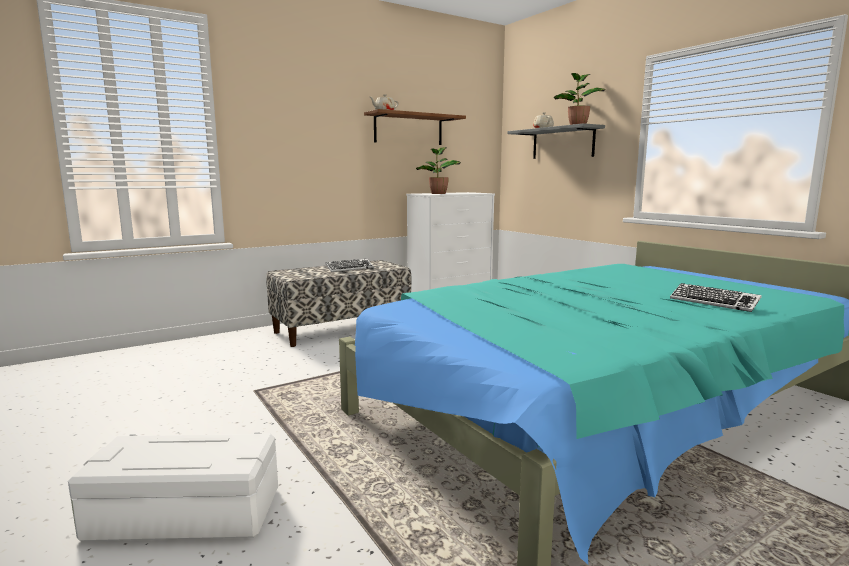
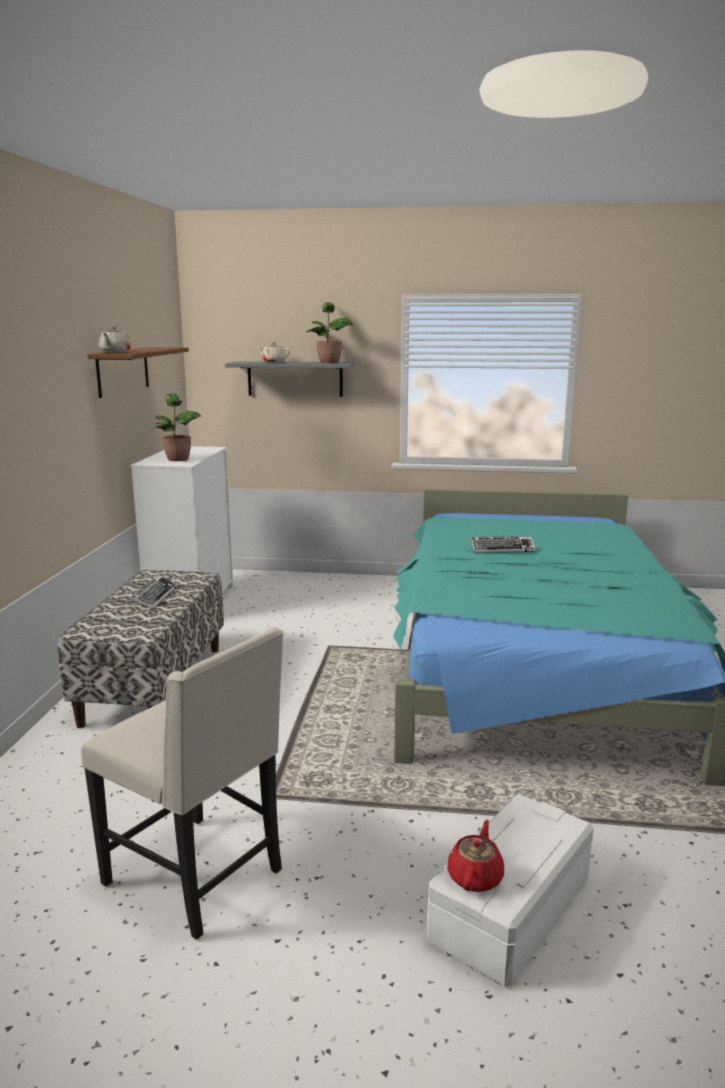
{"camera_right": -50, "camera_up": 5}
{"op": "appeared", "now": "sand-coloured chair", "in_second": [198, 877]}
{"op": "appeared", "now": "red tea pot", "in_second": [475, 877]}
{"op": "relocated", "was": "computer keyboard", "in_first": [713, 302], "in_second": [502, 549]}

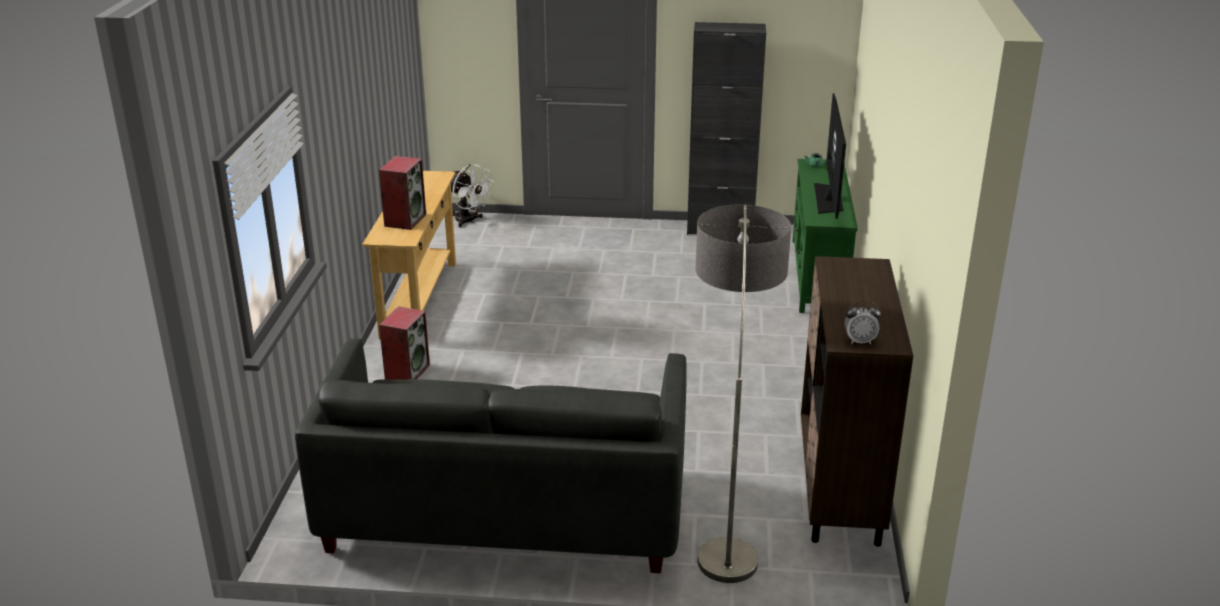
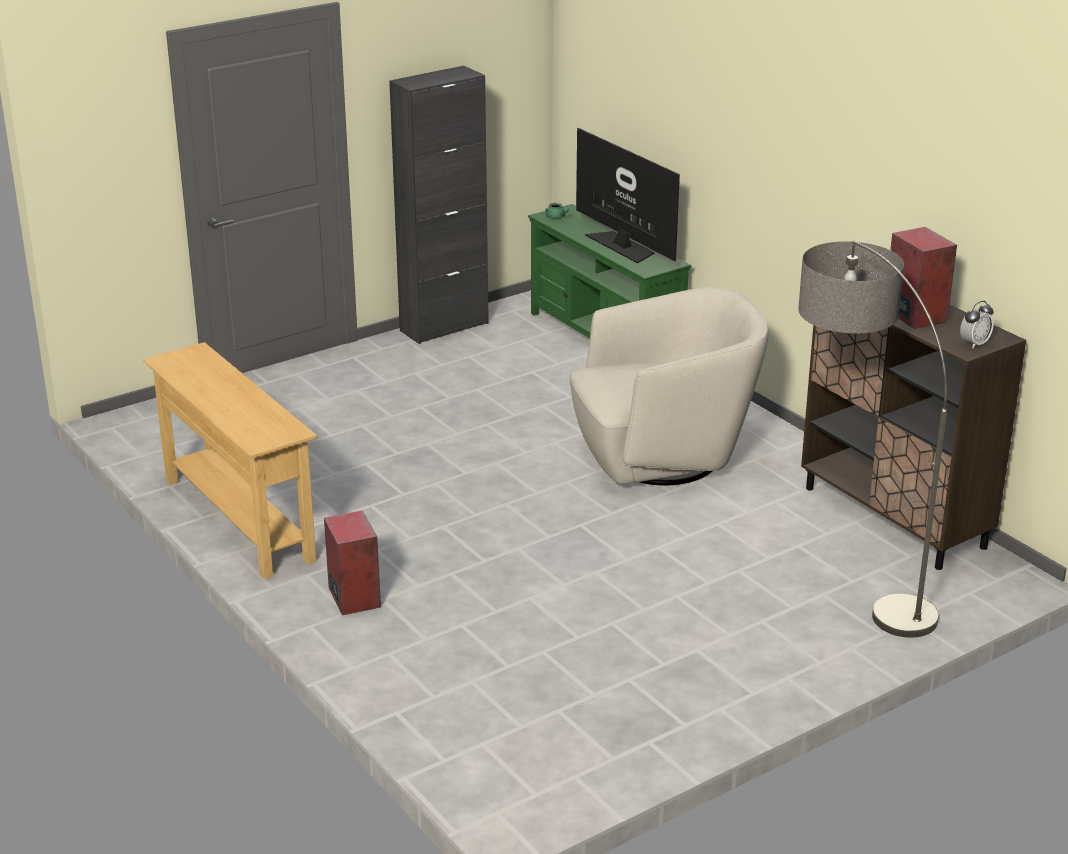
{"camera_right": -40, "camera_up": 0}
{"op": "appeared", "now": "sand-coloured lounge chair", "in_second": [664, 456]}
{"op": "relocated", "was": "speaker", "in_first": [405, 220], "in_second": [914, 315]}
{"op": "missing", "was": "gray settee", "in_first": [504, 509]}
{"op": "missing", "was": "whitish electric fan", "in_first": [469, 221]}

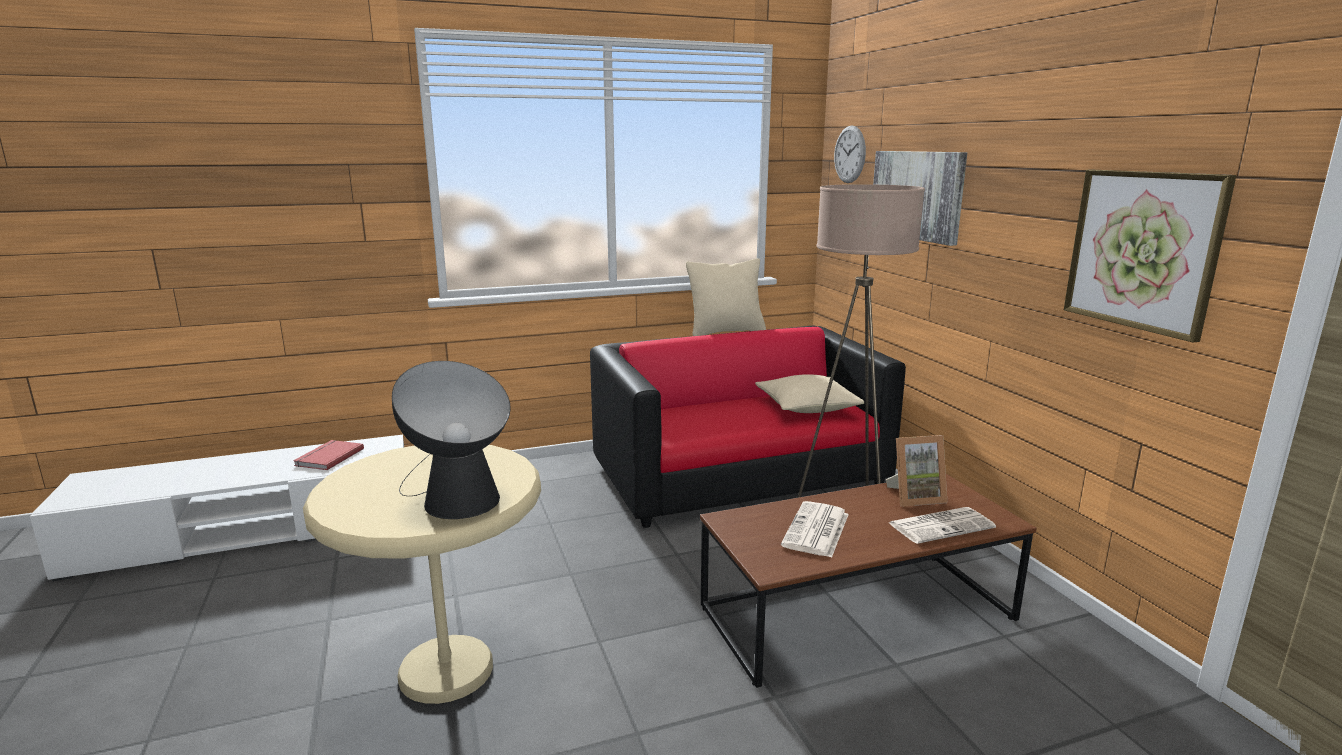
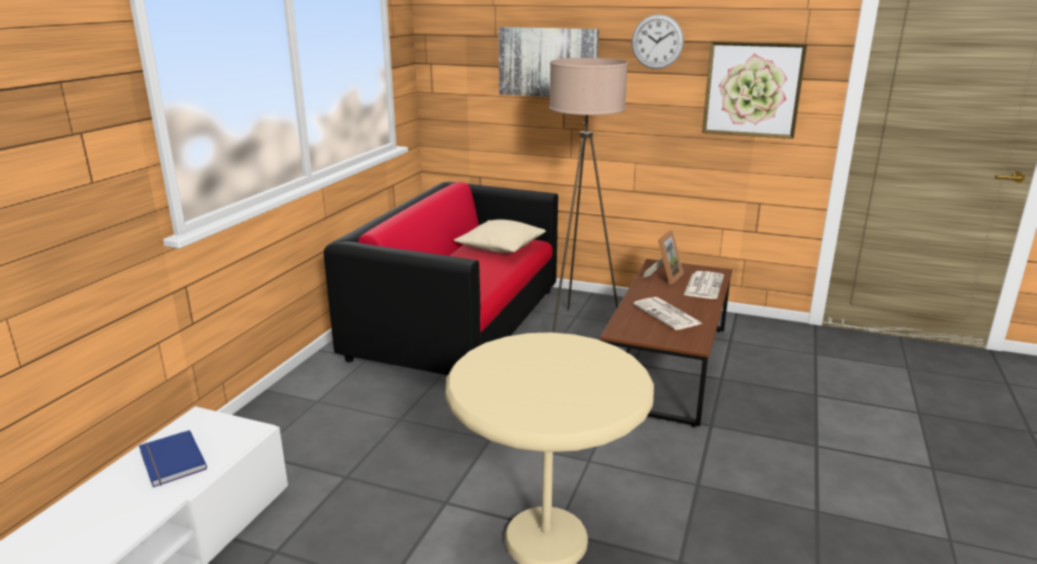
{"camera_right": -50, "camera_up": 5}
{"op": "colour", "was": "red book", "now": "blue book", "in_first": [328, 457], "in_second": [170, 461]}
{"op": "relocated", "was": "hanging clock", "in_first": [849, 154], "in_second": [657, 41]}
{"op": "missing", "was": "tabletop lamp", "in_first": [455, 497]}
{"op": "missing", "was": "sand-coloured throw pillow", "in_first": [726, 332]}

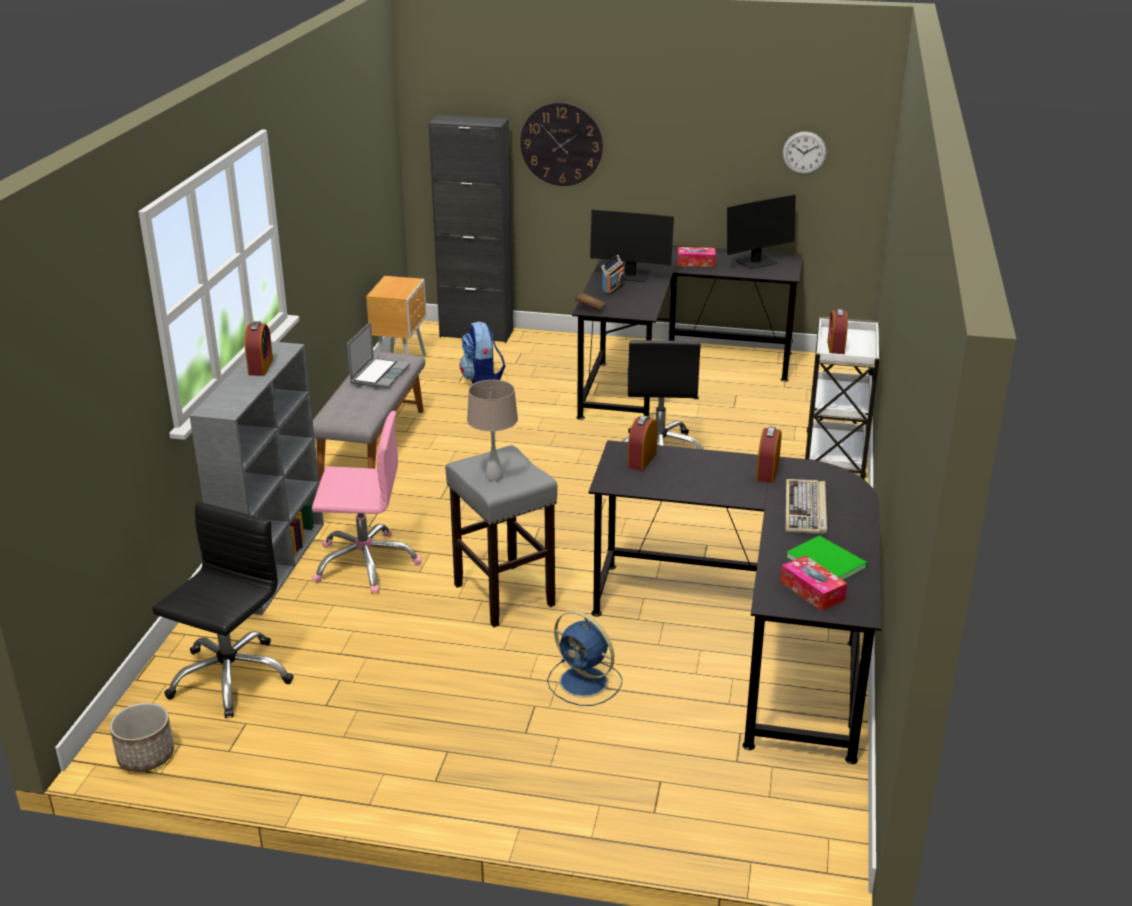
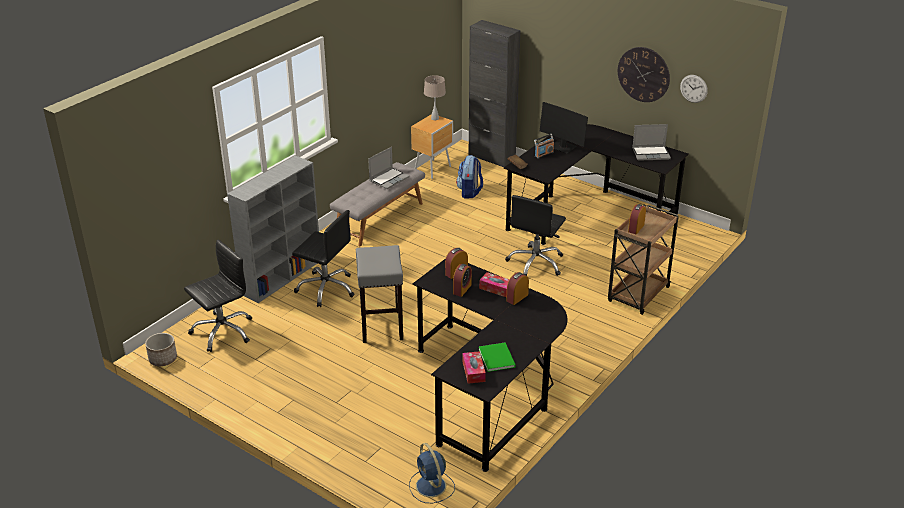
{"camera_right": 25, "camera_up": 5}
{"op": "colour", "was": "pink desk chair", "now": "blackish desk chair", "in_first": [365, 563], "in_second": [326, 288]}
{"op": "relocated", "was": "blue electric fan", "in_first": [585, 683], "in_second": [431, 487]}
{"op": "relocated", "was": "sand-coloured tabletop lamp", "in_first": [493, 476], "in_second": [434, 118]}
{"op": "relocated", "was": "table clock", "in_first": [260, 367], "in_second": [462, 289]}
{"op": "relocated", "was": "tissue holder", "in_first": [695, 262], "in_second": [496, 288]}
{"op": "colour", "was": "whitish wheeled cart", "now": "brown wheeled cart", "in_first": [834, 458], "in_second": [638, 295]}
{"op": "relocated", "was": "hanging clock", "in_first": [561, 144], "in_second": [643, 74]}
{"op": "exchanged", "was": "computer screen", "now": "portable computer", "in_first": [756, 262], "in_second": [651, 154]}
{"op": "missing", "was": "computer keyboard", "in_first": [806, 510]}

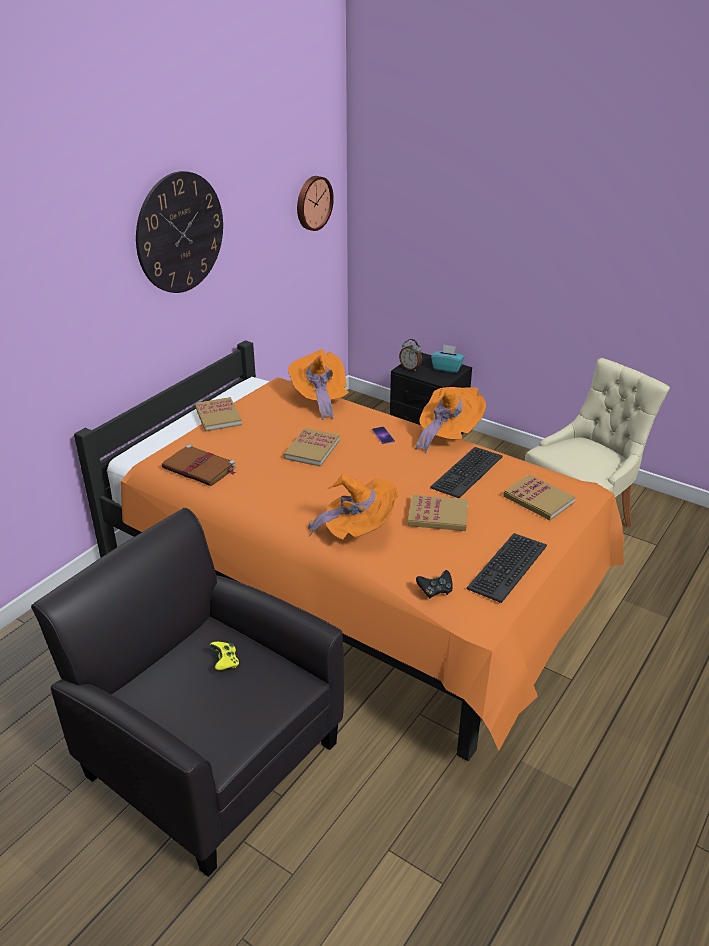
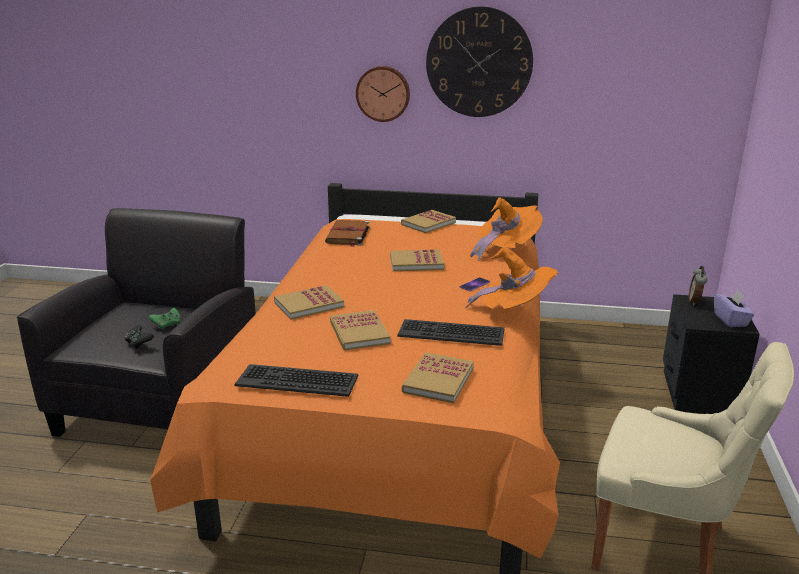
{"camera_right": 65, "camera_up": -10}
{"op": "relocated", "was": "blackish joypad", "in_first": [435, 591], "in_second": [139, 343]}
{"op": "colour", "was": "yellow joypad", "now": "green-coloured joypad", "in_first": [225, 662], "in_second": [167, 325]}
{"op": "exchanged", "was": "orangey hat", "now": "book", "in_first": [358, 530], "in_second": [309, 305]}
{"op": "relocated", "was": "hanging clock", "in_first": [312, 203], "in_second": [383, 93]}
{"op": "colour", "was": "blue-green tissue holder", "now": "purple-coloured tissue holder", "in_first": [447, 368], "in_second": [731, 320]}

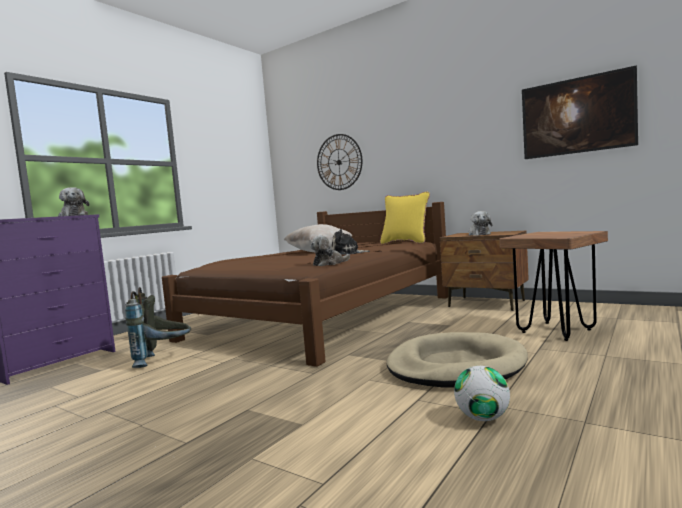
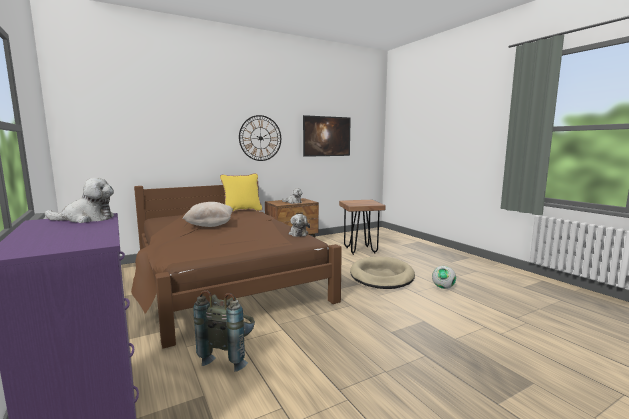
{"camera_right": -65, "camera_up": 5}
{"op": "relocated", "was": "hanging clock", "in_first": [339, 162], "in_second": [260, 138]}
{"op": "missing", "was": "soft toy", "in_first": [347, 253]}

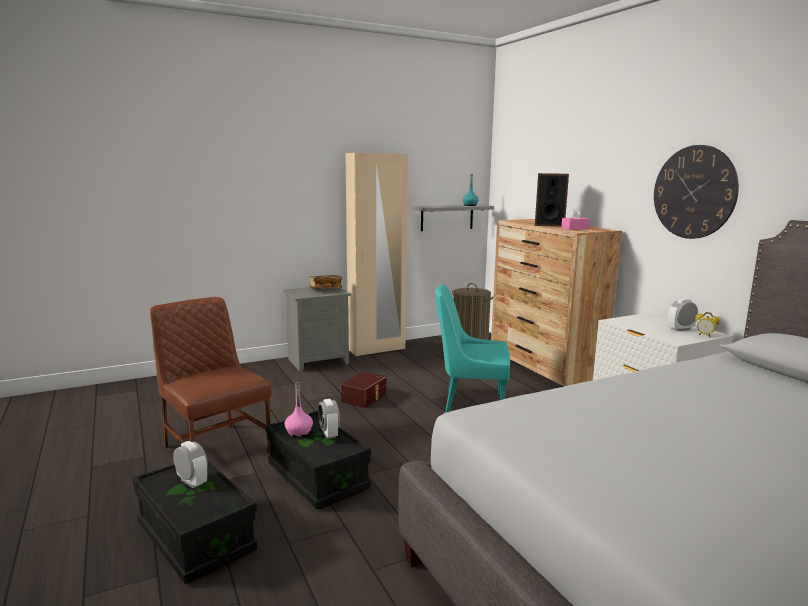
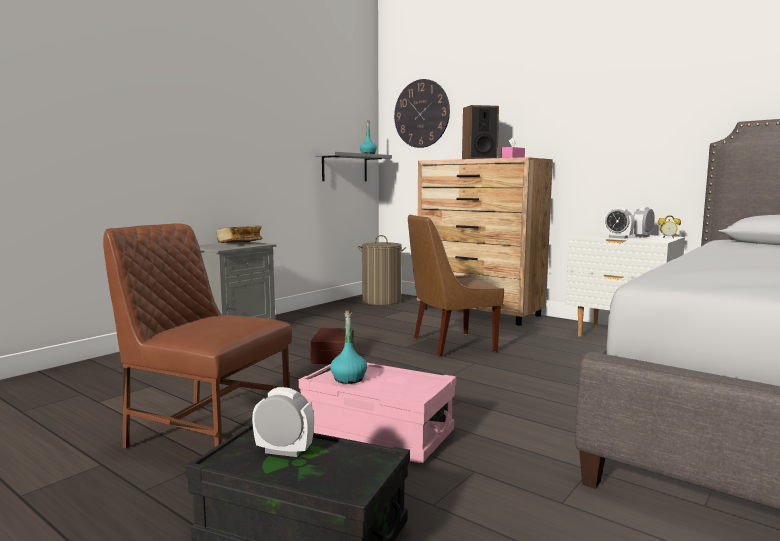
{"camera_right": -25, "camera_up": -5}
{"op": "colour", "was": "blackish storage container", "now": "pink storage container", "in_first": [317, 477], "in_second": [378, 434]}
{"op": "colour", "was": "pink beverage bottle", "now": "blue-green beverage bottle", "in_first": [299, 432], "in_second": [348, 379]}
{"op": "relocated", "was": "hanging clock", "in_first": [694, 192], "in_second": [421, 113]}
{"op": "colour", "was": "blue-green chair", "now": "brown chair", "in_first": [470, 404], "in_second": [450, 344]}
{"op": "relocated", "was": "table clock", "in_first": [329, 434], "in_second": [618, 237]}
{"op": "missing", "was": "sand-coloured clothes cupboard", "in_first": [377, 349]}

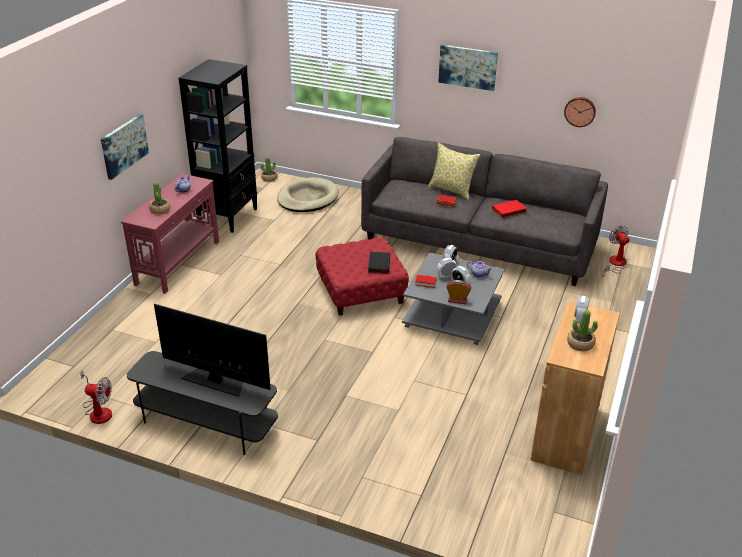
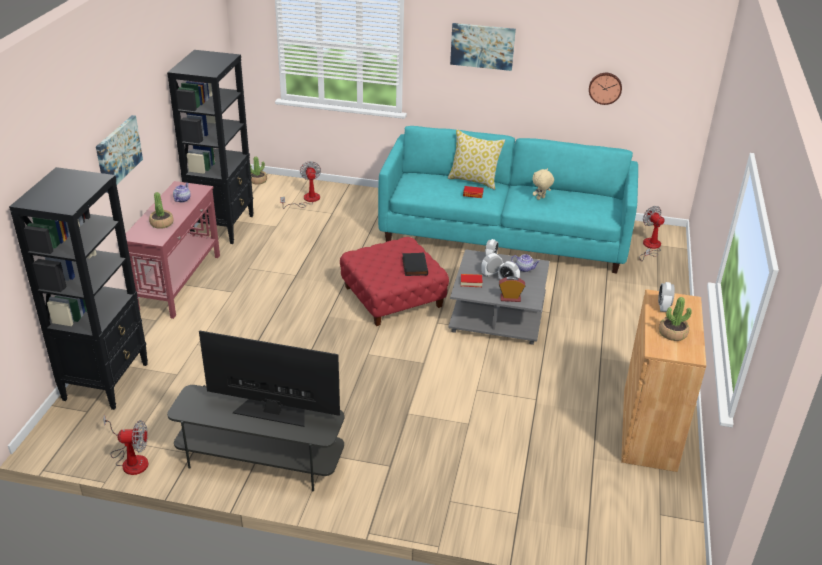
{"camera_right": -10, "camera_up": 0}
{"op": "appeared", "now": "blackish shelving unit", "in_second": [106, 381]}
{"op": "exchanged", "was": "sand-coloured pet bed", "now": "electric fan", "in_first": [307, 198], "in_second": [307, 200]}
{"op": "colour", "was": "gray settee", "now": "blue-green settee", "in_first": [478, 242], "in_second": [504, 234]}
{"op": "exchanged", "was": "red book", "now": "sand-coloured soft toy", "in_first": [509, 211], "in_second": [540, 198]}

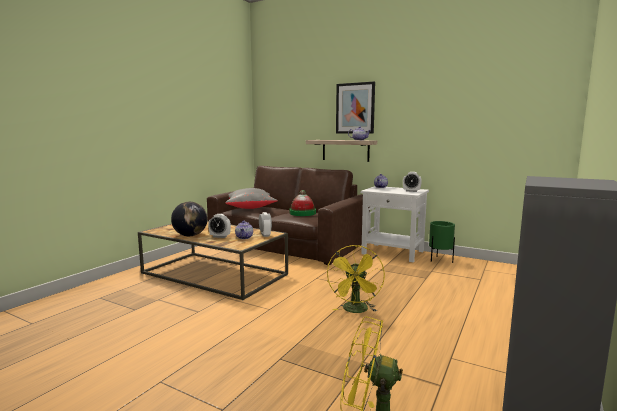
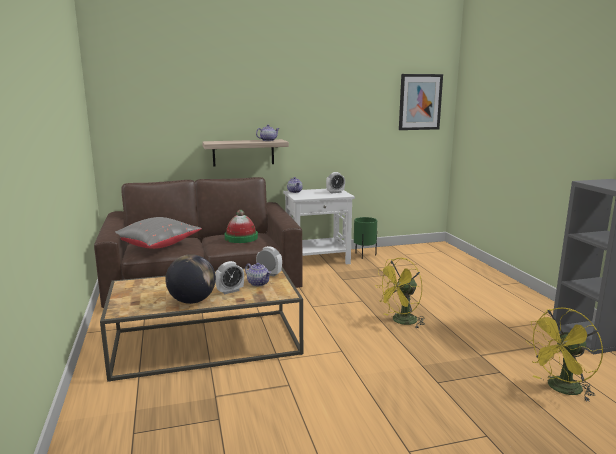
{"camera_right": -45, "camera_up": 5}
{"op": "spun", "was": "yellow electric fan", "in_first": [355, 311], "in_second": [401, 321], "clockwise": 90}
{"op": "relocated", "was": "wall picture", "in_first": [355, 108], "in_second": [420, 102]}

